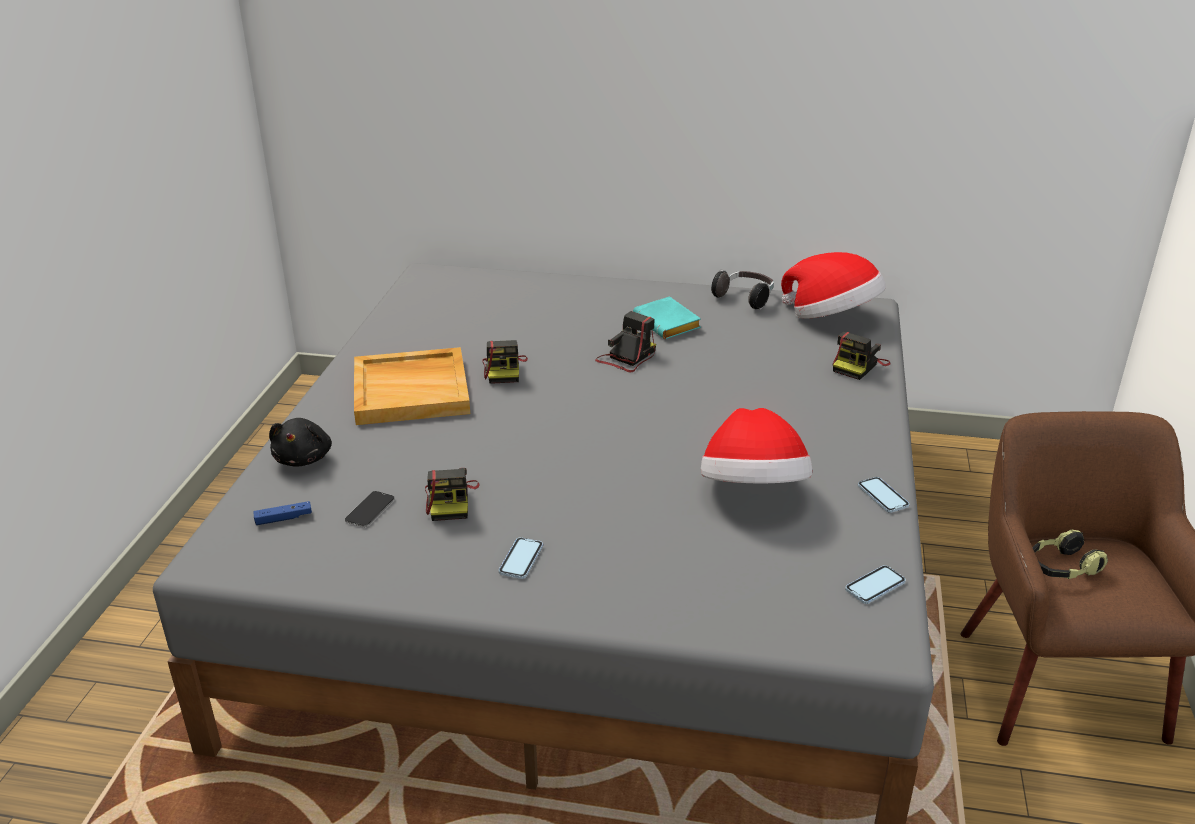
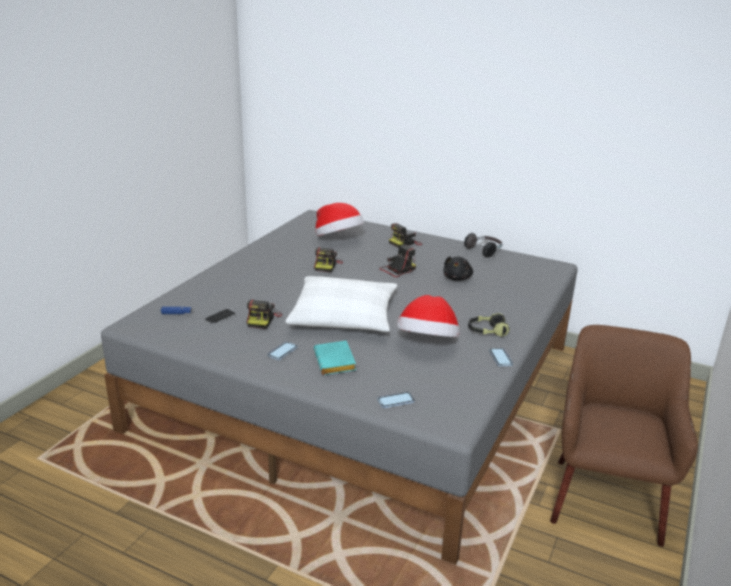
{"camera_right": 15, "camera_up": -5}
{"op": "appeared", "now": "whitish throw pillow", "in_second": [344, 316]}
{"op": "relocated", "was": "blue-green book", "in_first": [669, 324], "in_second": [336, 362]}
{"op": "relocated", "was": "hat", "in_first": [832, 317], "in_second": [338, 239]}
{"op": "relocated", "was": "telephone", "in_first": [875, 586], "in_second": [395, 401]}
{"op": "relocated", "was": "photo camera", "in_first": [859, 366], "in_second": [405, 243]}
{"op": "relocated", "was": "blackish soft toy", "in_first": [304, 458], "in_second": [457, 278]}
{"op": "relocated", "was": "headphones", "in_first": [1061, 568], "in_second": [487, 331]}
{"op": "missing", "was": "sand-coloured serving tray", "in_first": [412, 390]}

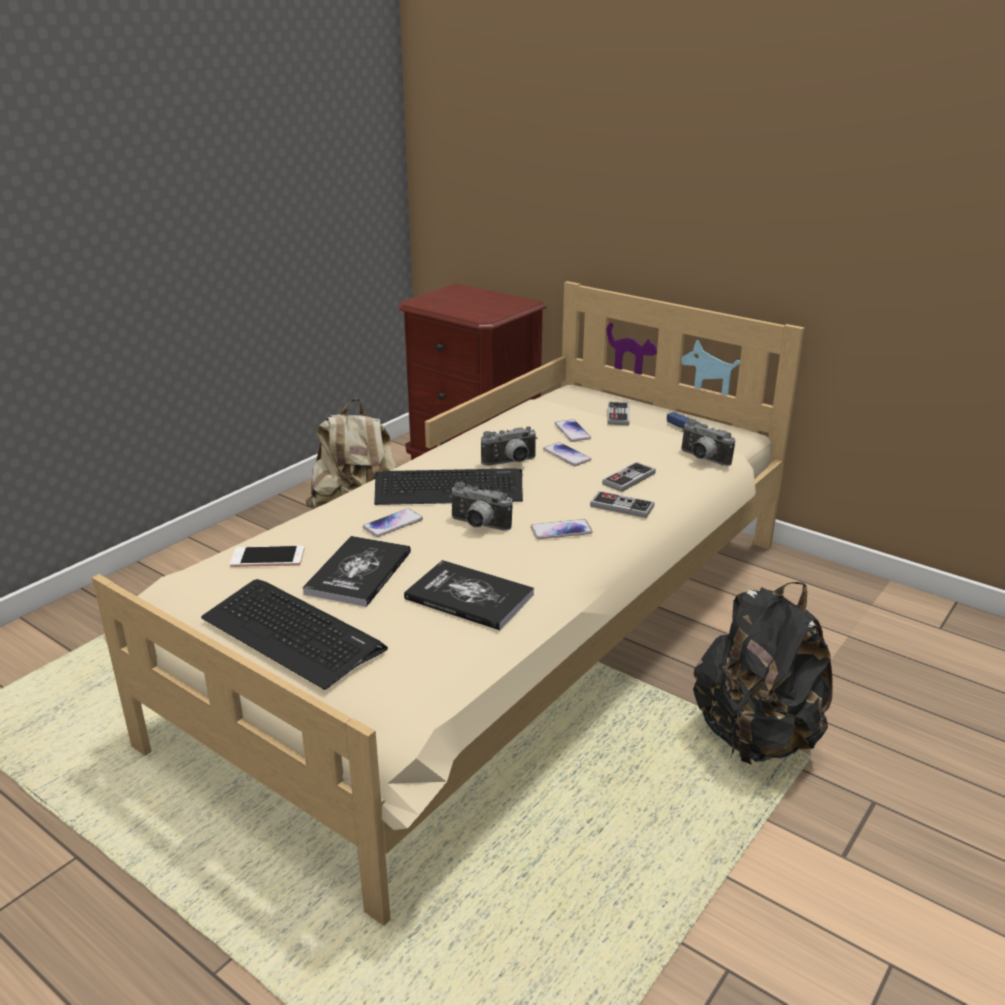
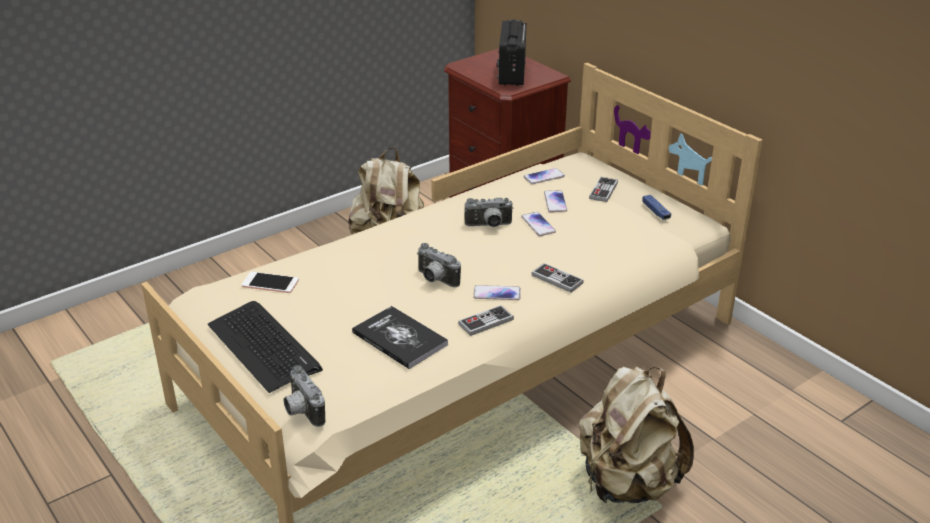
{"camera_right": 15, "camera_up": 5}
{"op": "relocated", "was": "photo camera", "in_first": [702, 459], "in_second": [301, 411]}
{"op": "relocated", "was": "joypad", "in_first": [628, 479], "in_second": [486, 322]}
{"op": "appeared", "now": "radio receiver", "in_second": [512, 73]}
{"op": "relocated", "was": "telephone", "in_first": [393, 524], "in_second": [544, 177]}
{"op": "colour", "was": "blackish backpack", "now": "sand-coloured backpack", "in_first": [756, 737], "in_second": [627, 483]}
{"op": "missing", "was": "book", "in_first": [358, 573]}
{"op": "missing", "was": "computer keyboard", "in_first": [449, 489]}

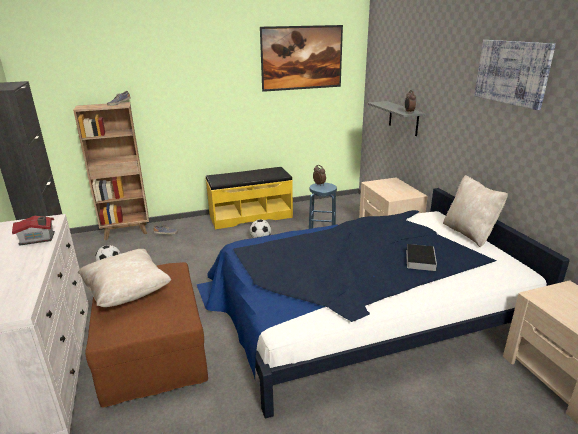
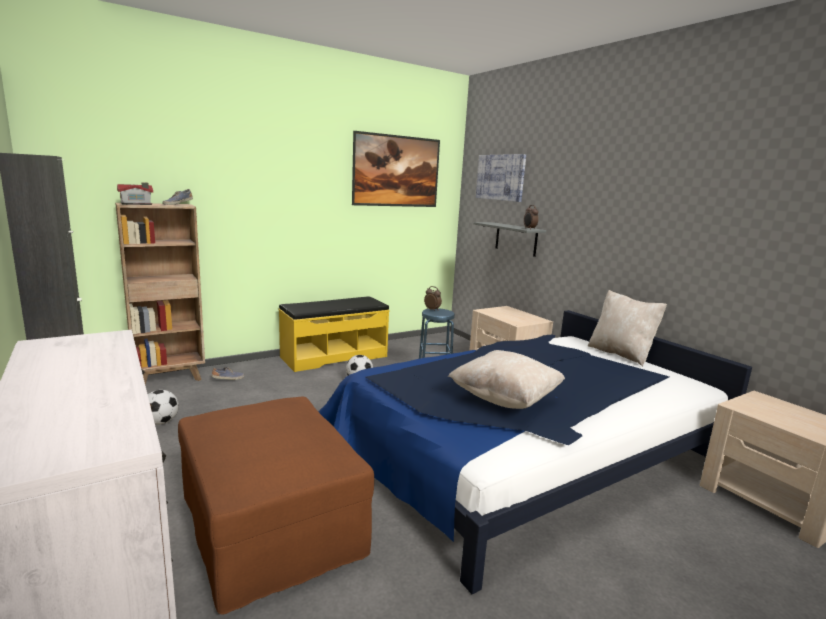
{"camera_right": -15, "camera_up": -10}
{"op": "relocated", "was": "model house", "in_first": [38, 239], "in_second": [137, 204]}
{"op": "relocated", "was": "sand-coloured throw pillow", "in_first": [127, 293], "in_second": [505, 399]}
{"op": "relocated", "was": "wall picture", "in_first": [512, 72], "in_second": [500, 177]}
{"op": "missing", "was": "book", "in_first": [420, 259]}

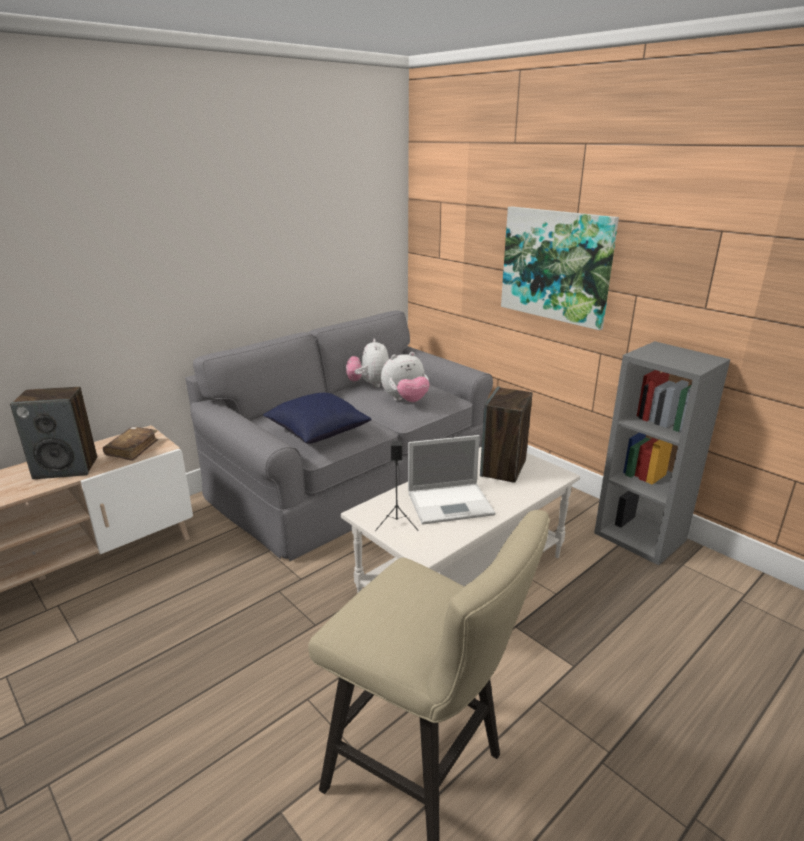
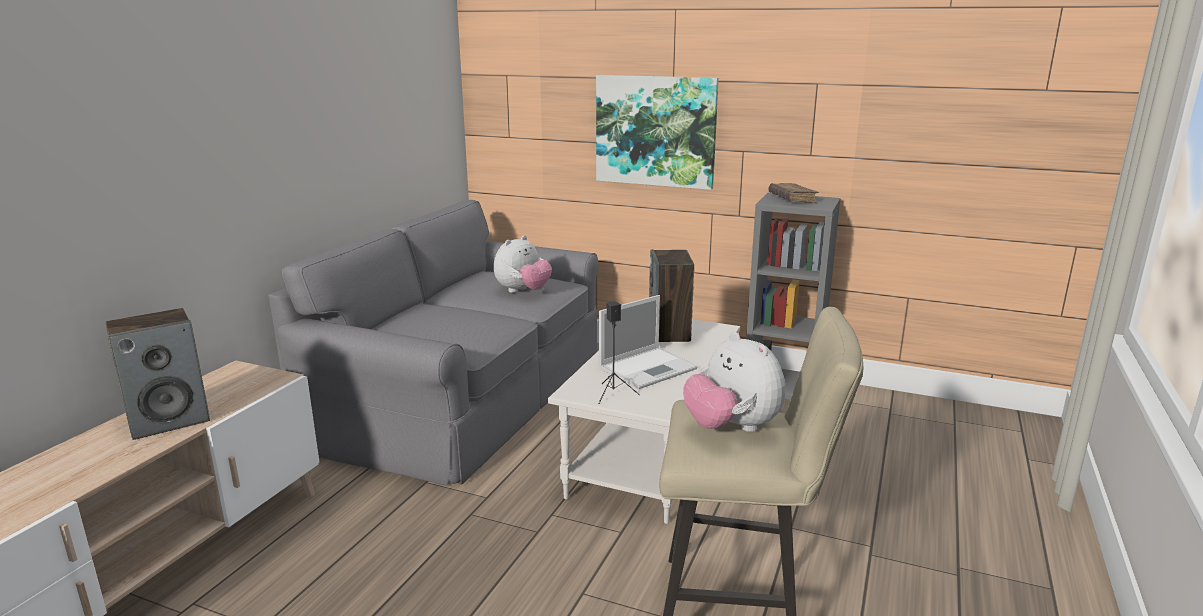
{"camera_right": -25, "camera_up": -5}
{"op": "relocated", "was": "soft toy", "in_first": [369, 385], "in_second": [732, 427]}
{"op": "relocated", "was": "brown book", "in_first": [132, 449], "in_second": [792, 200]}
{"op": "missing", "was": "blue throw pillow", "in_first": [317, 432]}

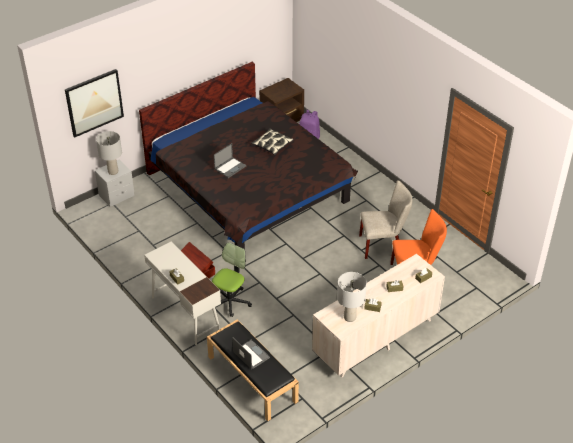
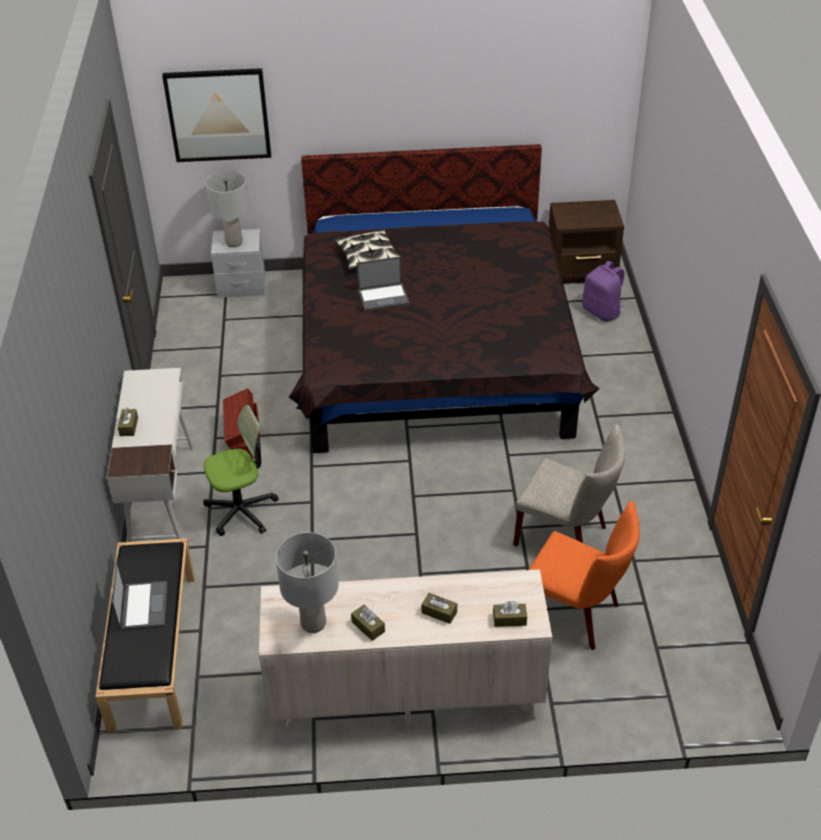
{"camera_right": 35, "camera_up": 0}
{"op": "relocated", "was": "throw pillow", "in_first": [272, 145], "in_second": [367, 256]}

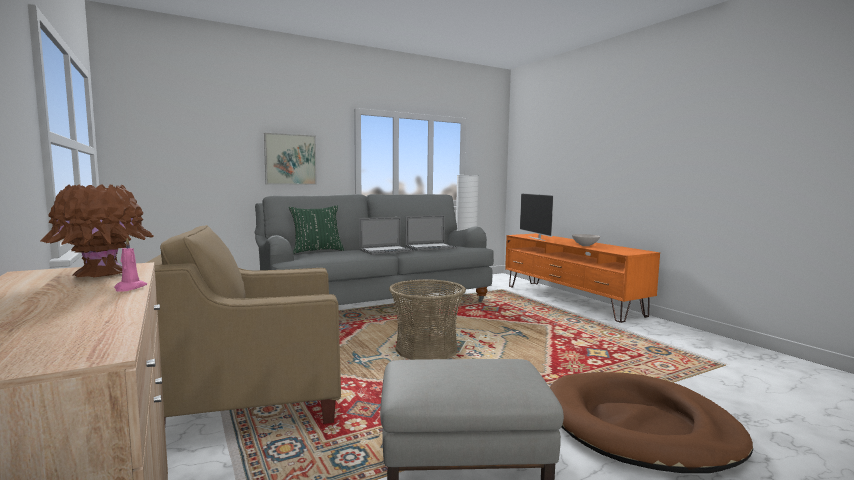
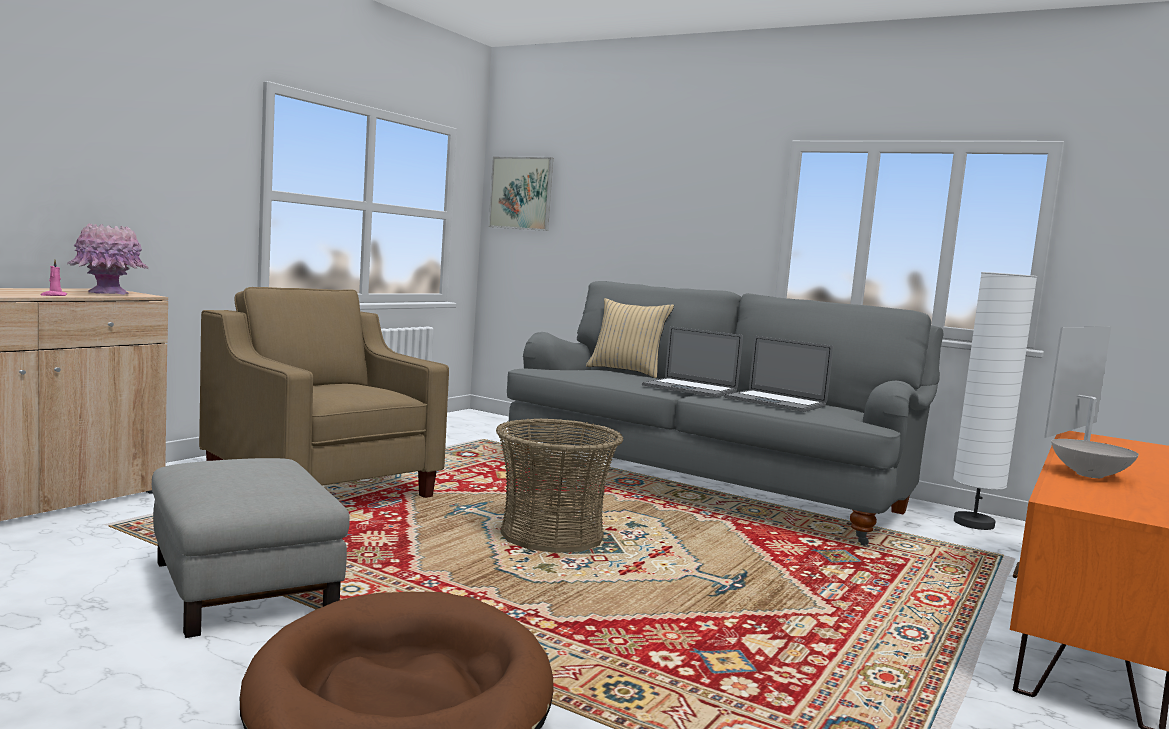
{"camera_right": 60, "camera_up": 0}
{"op": "colour", "was": "brown flower vase", "now": "pink flower vase", "in_first": [103, 273], "in_second": [108, 293]}
{"op": "relocated", "was": "wall picture", "in_first": [290, 159], "in_second": [521, 193]}
{"op": "colour", "was": "green-coloured throw pillow", "now": "sand-coloured throw pillow", "in_first": [317, 251], "in_second": [626, 371]}

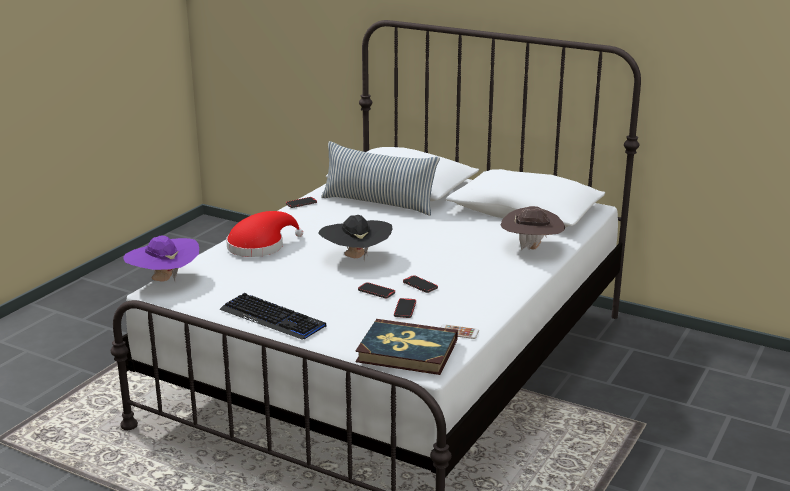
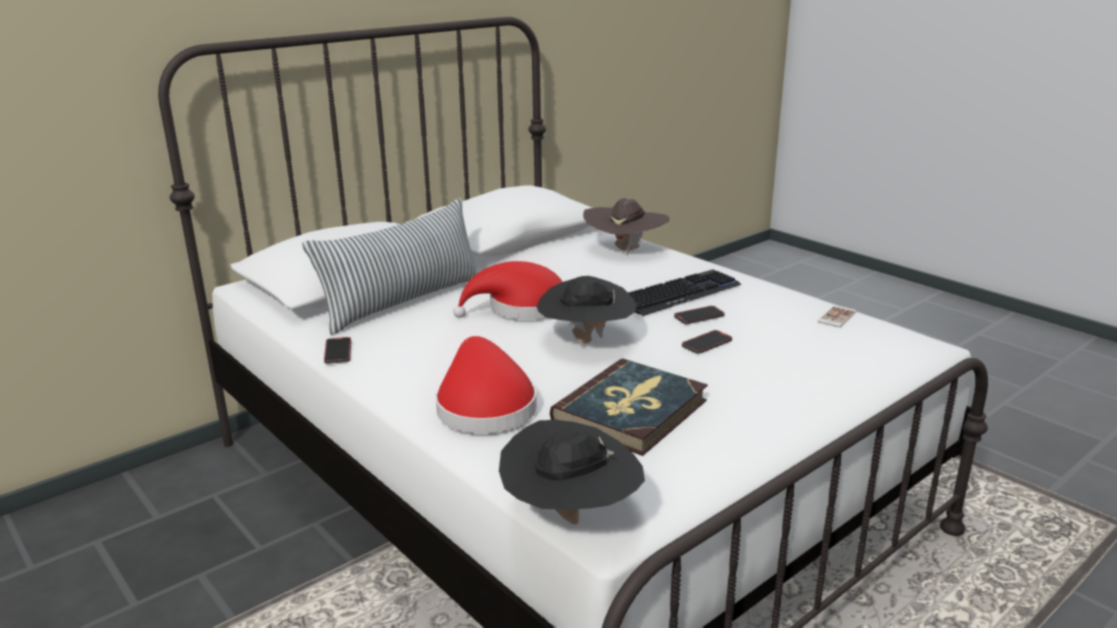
{"camera_right": -70, "camera_up": 0}
{"op": "appeared", "now": "red hat", "in_second": [522, 308]}
{"op": "colour", "was": "purple-coloured hat", "now": "blackish hat", "in_first": [164, 280], "in_second": [570, 516]}
{"op": "relocated", "was": "book", "in_first": [407, 351], "in_second": [631, 411]}
{"op": "relocated", "was": "computer keyboard", "in_first": [272, 318], "in_second": [678, 294]}
{"op": "missing", "was": "telephone", "in_first": [405, 309]}

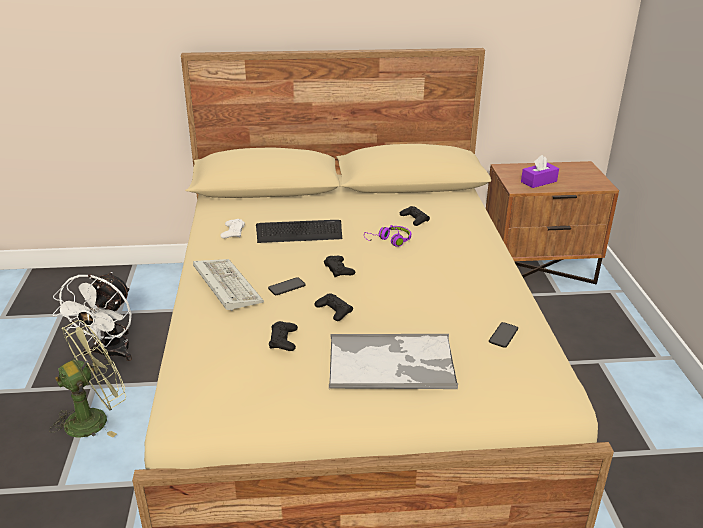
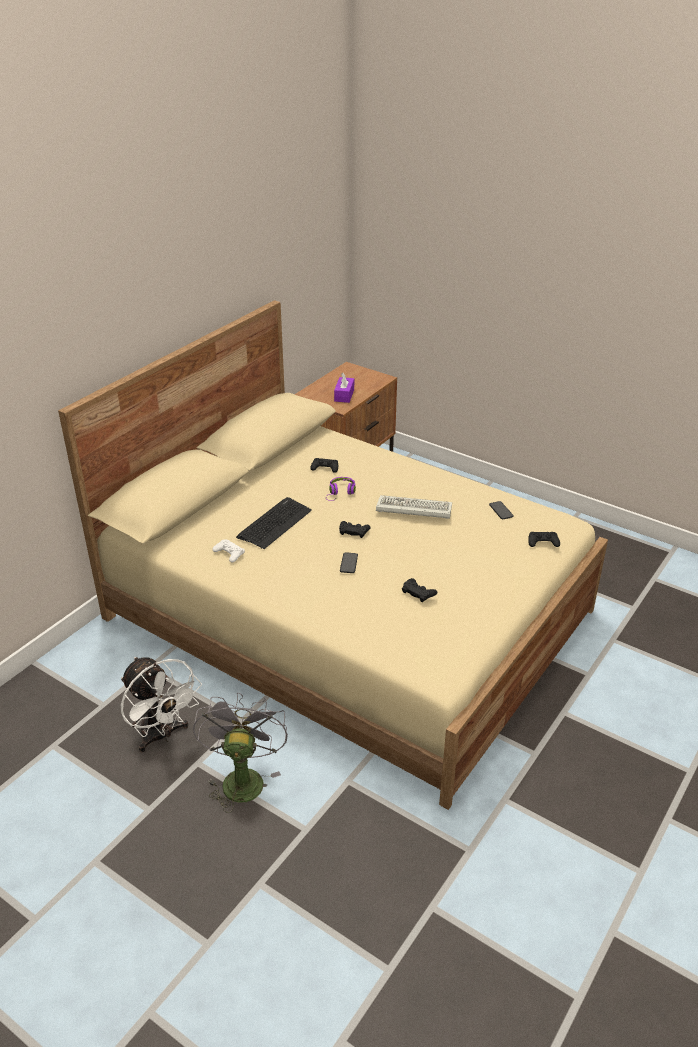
{"camera_right": -50, "camera_up": 5}
{"op": "colour", "was": "green-coloured electric fan", "now": "gray electric fan", "in_first": [95, 418], "in_second": [242, 777]}
{"op": "relocated", "was": "computer keyboard", "in_first": [225, 285], "in_second": [412, 510]}
{"op": "relocated", "was": "blackish joypad", "in_first": [334, 310], "in_second": [543, 542]}
{"op": "missing", "was": "serving tray", "in_first": [392, 363]}

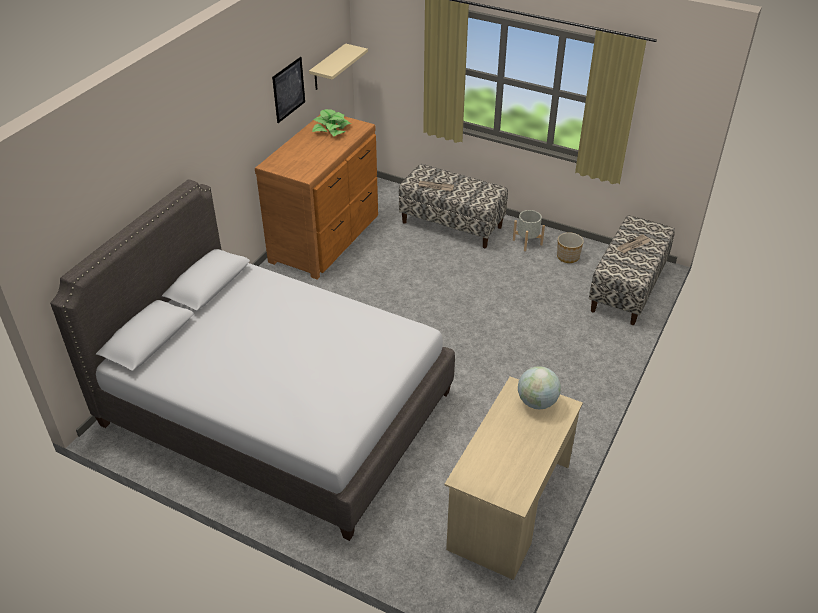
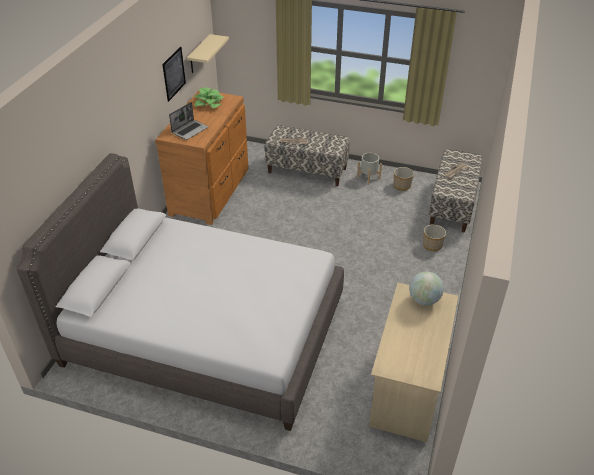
{"camera_right": -10, "camera_up": 0}
{"op": "appeared", "now": "portable computer", "in_second": [190, 130]}
{"op": "appeared", "now": "plant pot", "in_second": [432, 245]}

